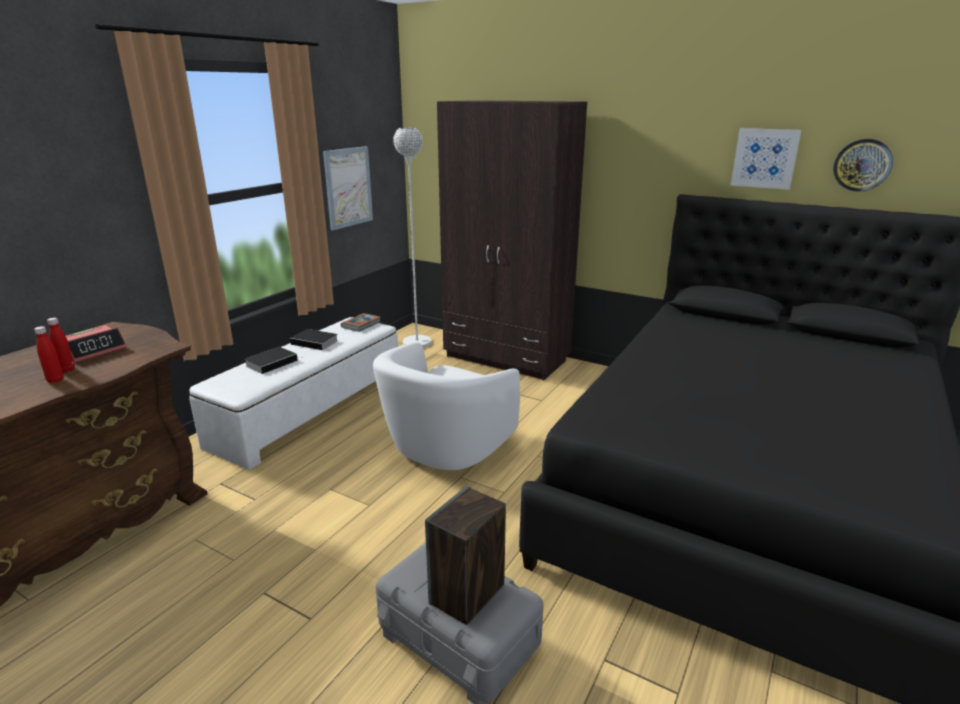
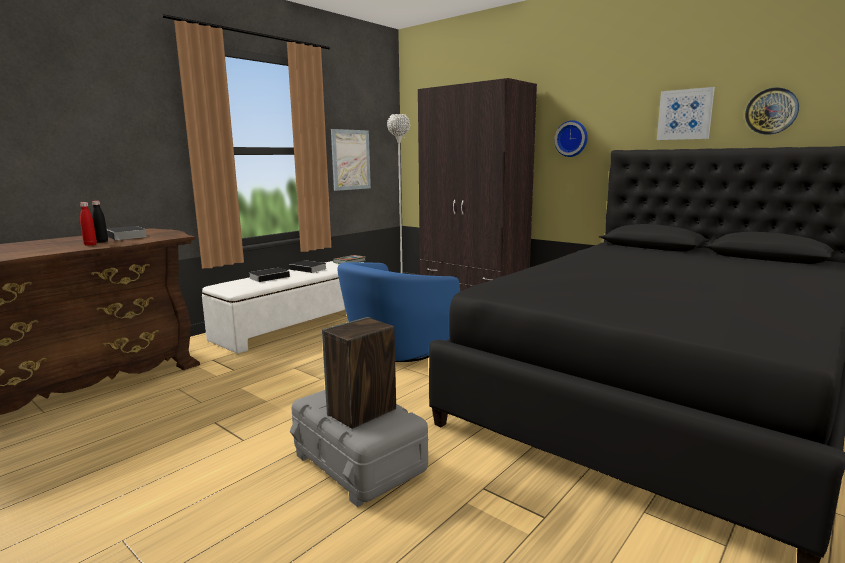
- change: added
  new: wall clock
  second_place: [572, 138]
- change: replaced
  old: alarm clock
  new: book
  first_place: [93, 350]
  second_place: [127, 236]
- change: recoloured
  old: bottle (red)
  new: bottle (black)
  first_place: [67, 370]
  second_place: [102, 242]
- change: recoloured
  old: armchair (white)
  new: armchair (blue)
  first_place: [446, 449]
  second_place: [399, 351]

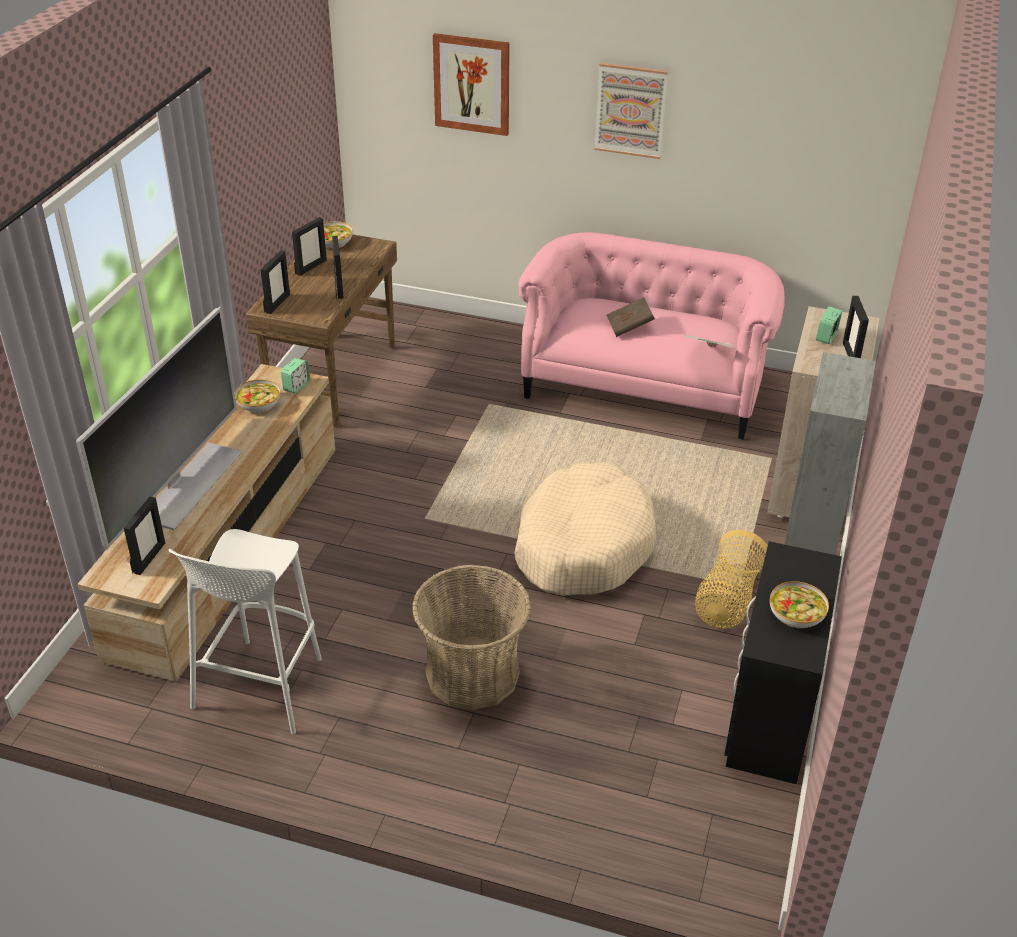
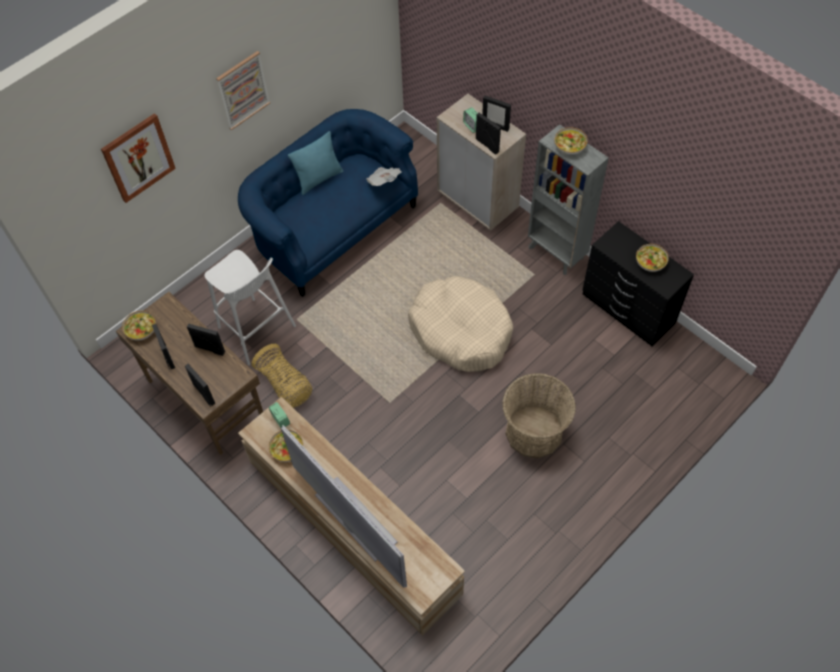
- change: removed
  old: book (brown)
  first_place: [629, 327]
- change: added
  new: pillow (turquoise)
  second_place: [319, 179]
- change: added
  new: bowl
  second_place: [570, 146]
- change: moved
  old: picture frame
  first_place: [149, 558]
  second_place: [486, 145]
- change: moved
  old: stool (white)
  first_place: [261, 687]
  second_place: [255, 330]
- change: moved
  old: basket
  first_place: [727, 600]
  second_place: [285, 385]
- change: recoloured
  old: sofa (pink)
  new: sofa (blue)
  first_place: [645, 385]
  second_place: [332, 227]

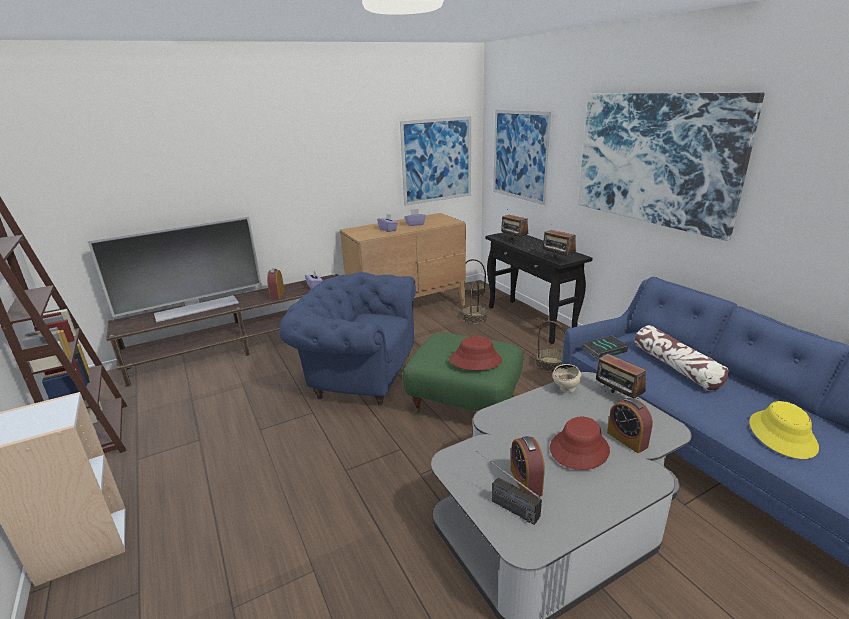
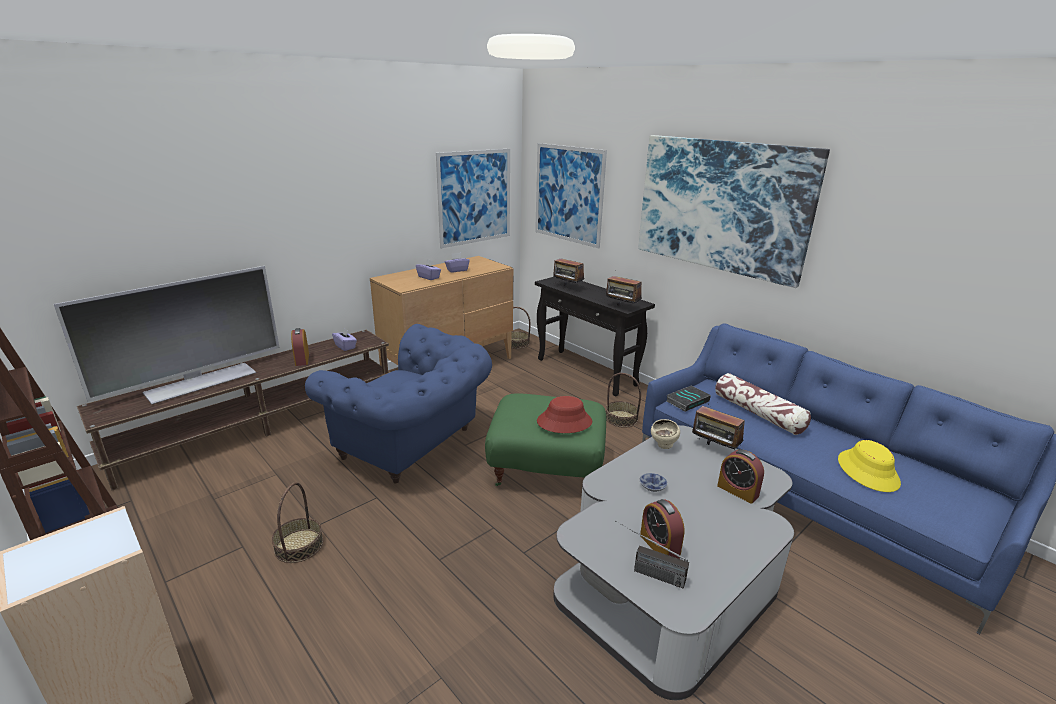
- change: removed
  old: hat (red)
  first_place: [579, 449]
- change: added
  new: bowl
  second_place: [653, 487]
- change: moved
  old: basket
  first_place: [474, 318]
  second_place: [299, 546]
- change: turned
  old: armchair (blue)
  first_place: [357, 374]
  second_place: [415, 447]
  degrees: -150

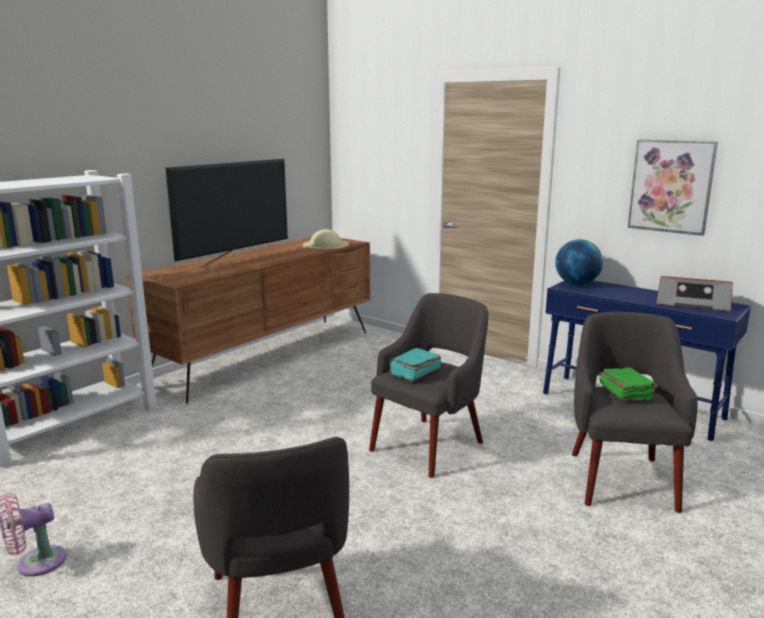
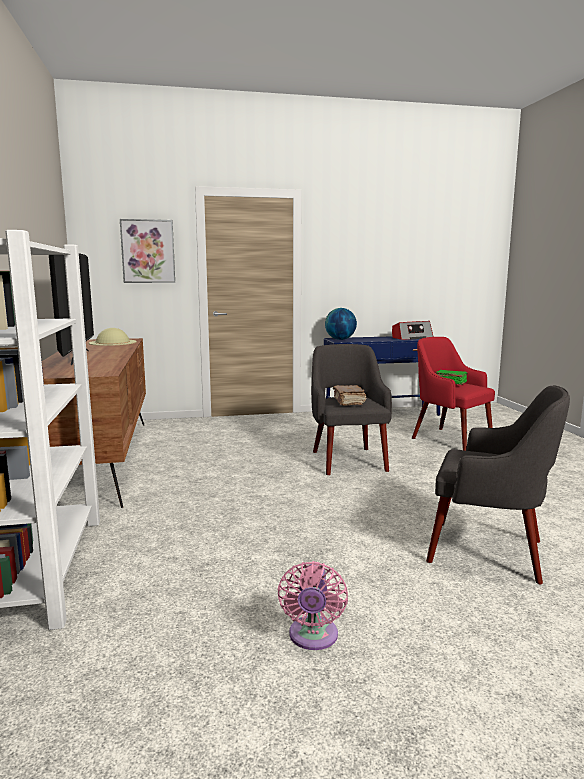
- change: moved
  old: picture
  first_place: [671, 186]
  second_place: [148, 251]
- change: recoloured
  old: book (turquoise)
  new: book (brown)
  first_place: [414, 373]
  second_place: [348, 401]
- change: recoloured
  old: armchair (grey)
  new: armchair (red)
  first_place: [621, 479]
  second_place: [450, 439]

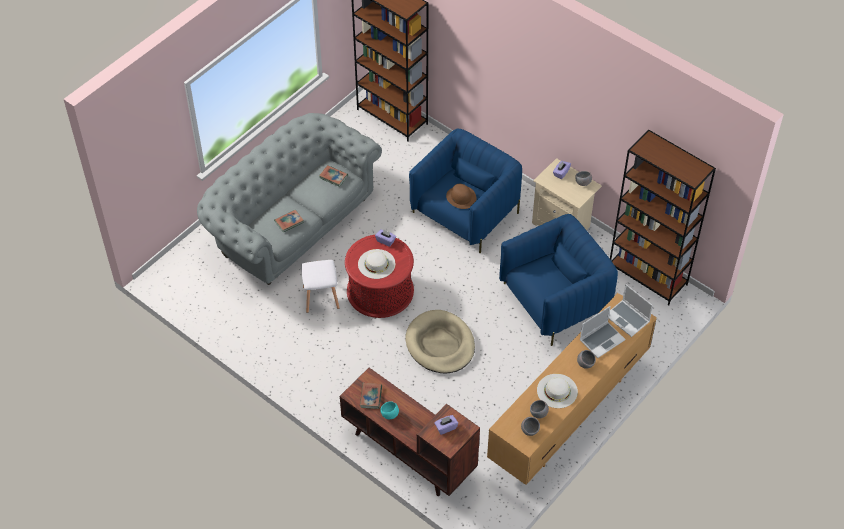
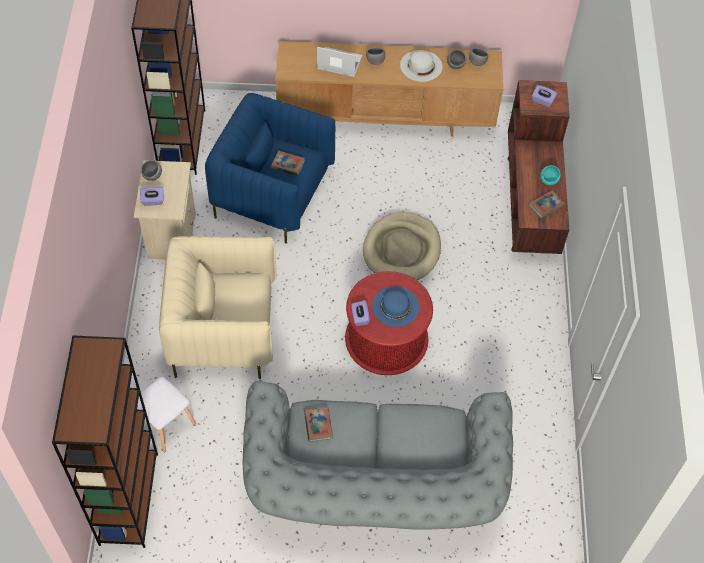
- change: removed
  old: hat (brown)
  first_place: [461, 197]
- change: removed
  old: laptop
  first_place: [628, 319]
- change: moved
  old: book
  first_place: [289, 222]
  second_place: [288, 165]
- change: moved
  old: stool (white)
  first_place: [320, 297]
  second_place: [165, 425]
- change: recoloured
  old: hat (white)
  new: hat (blue)
  first_place: [376, 264]
  second_place: [395, 306]
- change: recoloured
  old: armchair (blue)
  new: armchair (beige)
  first_place: [465, 213]
  second_place: [221, 329]

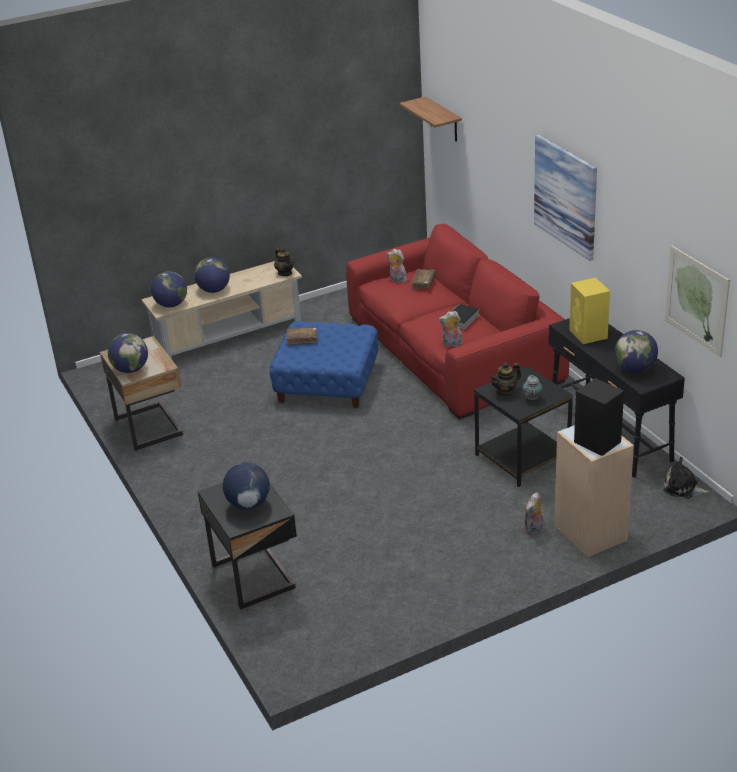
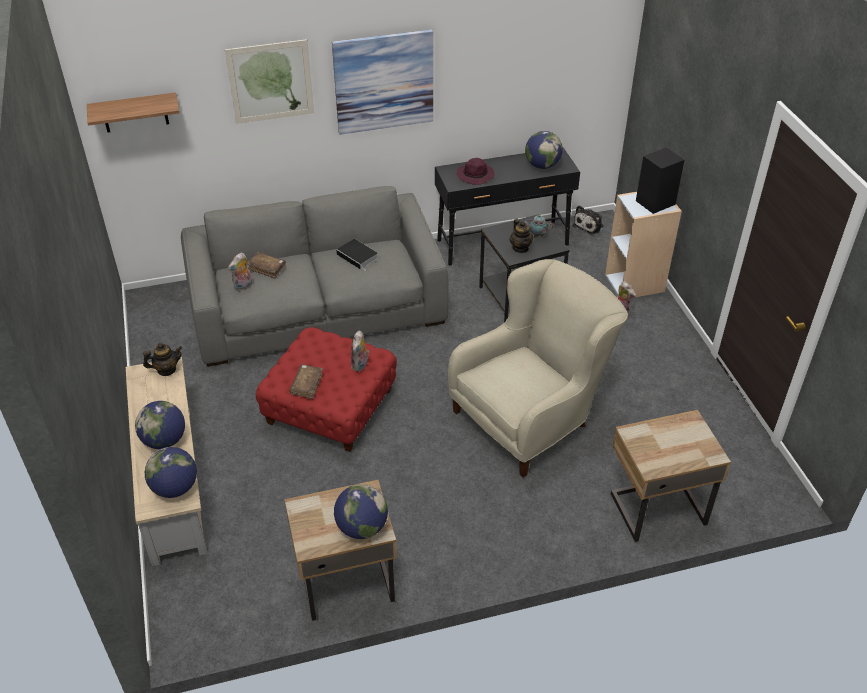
- change: removed
  old: globe
  first_place: [248, 504]
- change: added
  new: armchair (beige)
  second_place: [531, 417]
- change: moved
  old: plush toy
  first_place: [451, 344]
  second_place: [360, 365]
- change: moved
  old: picture
  first_place: [696, 300]
  second_place: [270, 81]
- change: replaced
  old: speaker (yellow)
  new: hat (purple)
  first_place: [588, 334]
  second_place: [476, 175]
- change: recoloured
  old: nightstand (black)
  new: nightstand (beige)
  first_place: [255, 576]
  second_place: [656, 507]
- change: recoloured
  old: ottoman (blue)
  new: ottoman (red)
  first_place: [327, 382]
  second_place: [330, 406]
- change: recoloured
  old: sofa (red)
  new: sofa (grey)
  first_place: [454, 349]
  second_place: [317, 303]

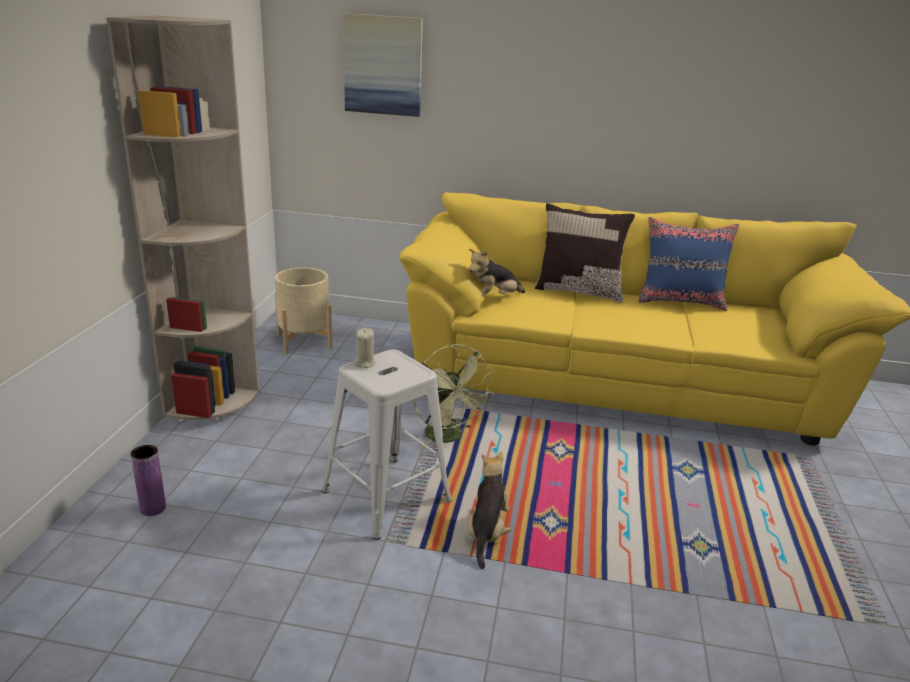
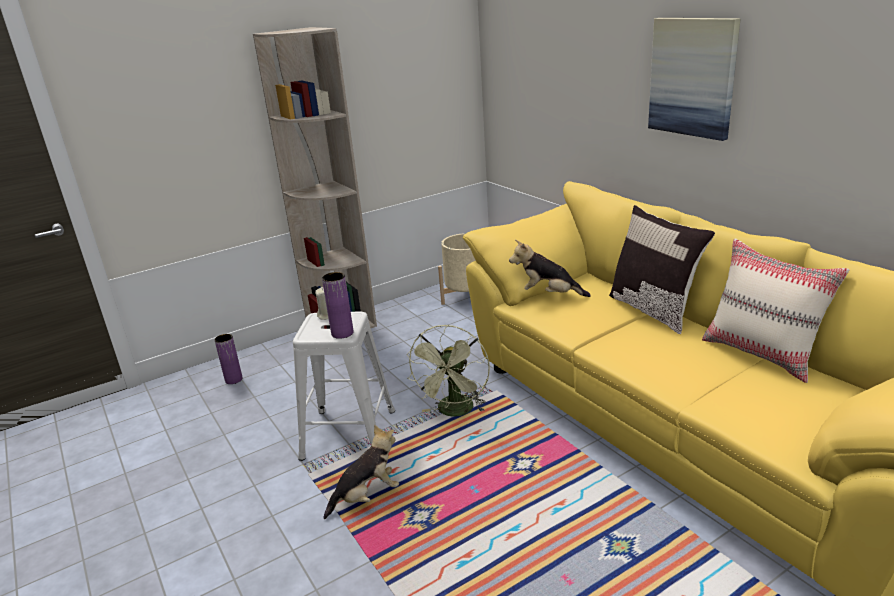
- change: added
  new: vase (purple)
  second_place: [342, 333]
- change: moved
  old: picture
  first_place: [383, 65]
  second_place: [692, 77]
- change: recoloured
  old: pillow (blue)
  new: pillow (beige)
  first_place: [680, 301]
  second_place: [762, 354]

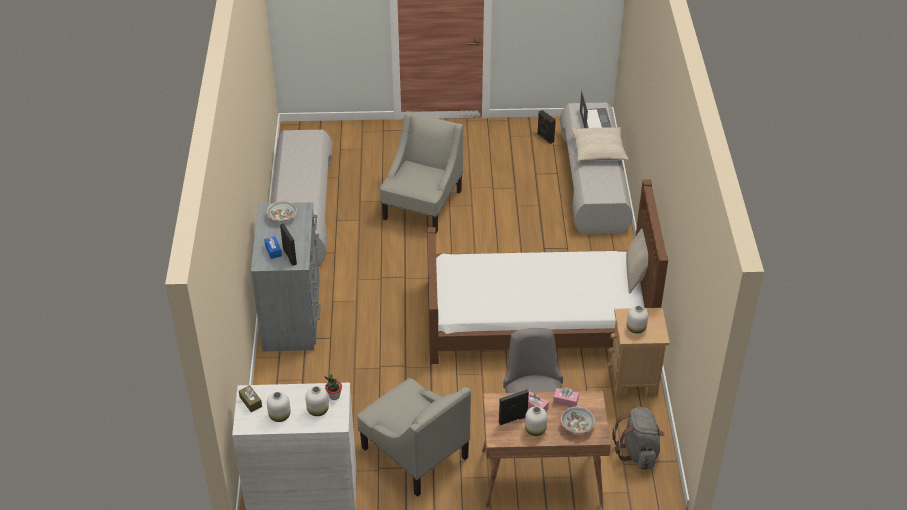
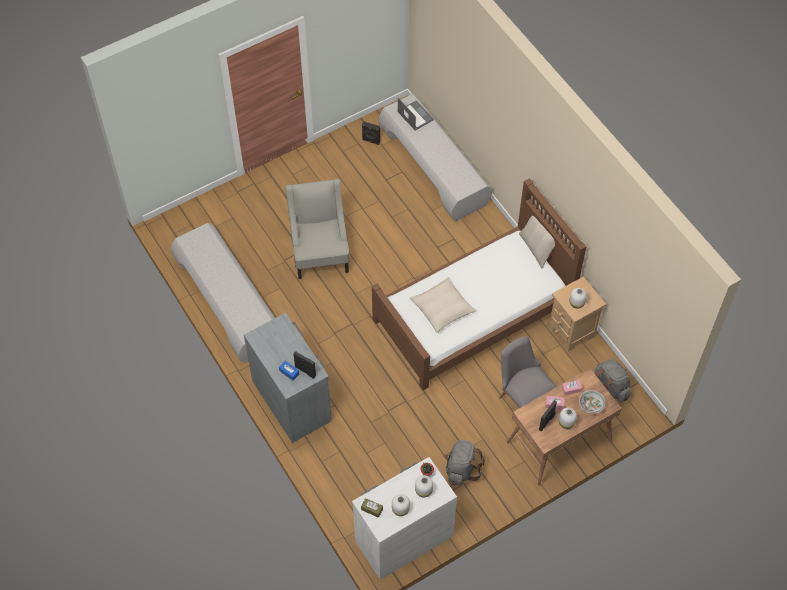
- change: removed
  old: bowl
  first_place: [282, 217]
- change: moved
  old: pillow (beige)
  first_place: [598, 150]
  second_place: [442, 308]
- change: replaced
  old: armchair (grey)
  new: backpack (grey)
  first_place: [413, 453]
  second_place: [461, 469]

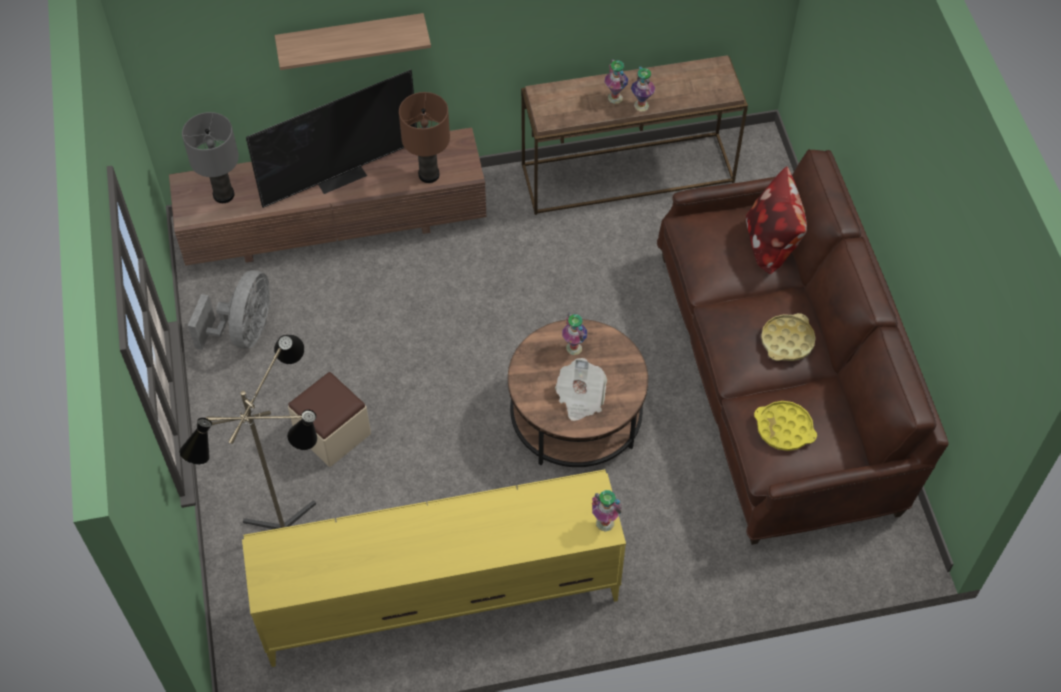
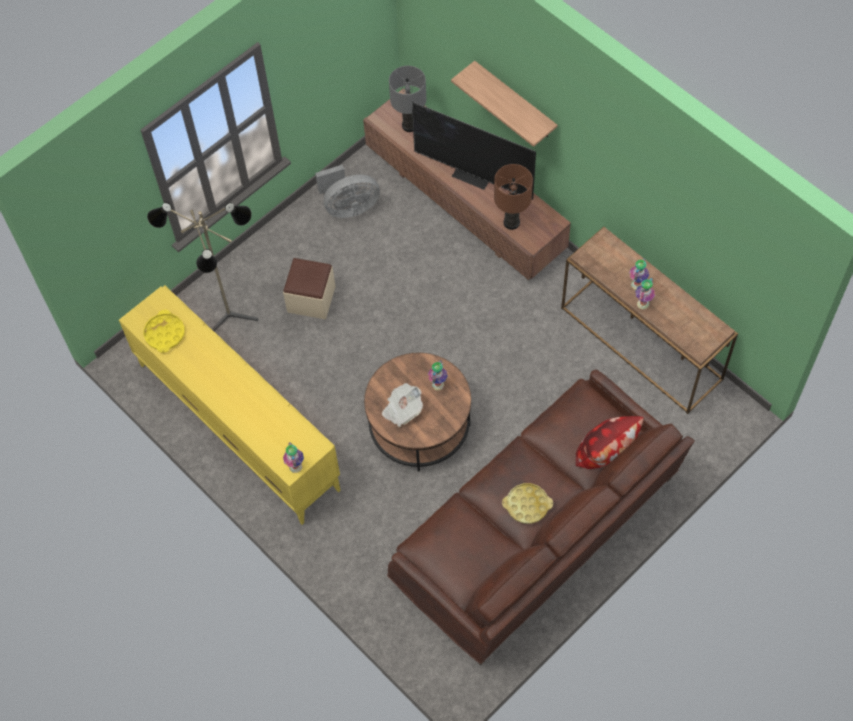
- change: moved
  old: tray (yellow)
  first_place: [784, 429]
  second_place: [164, 334]

